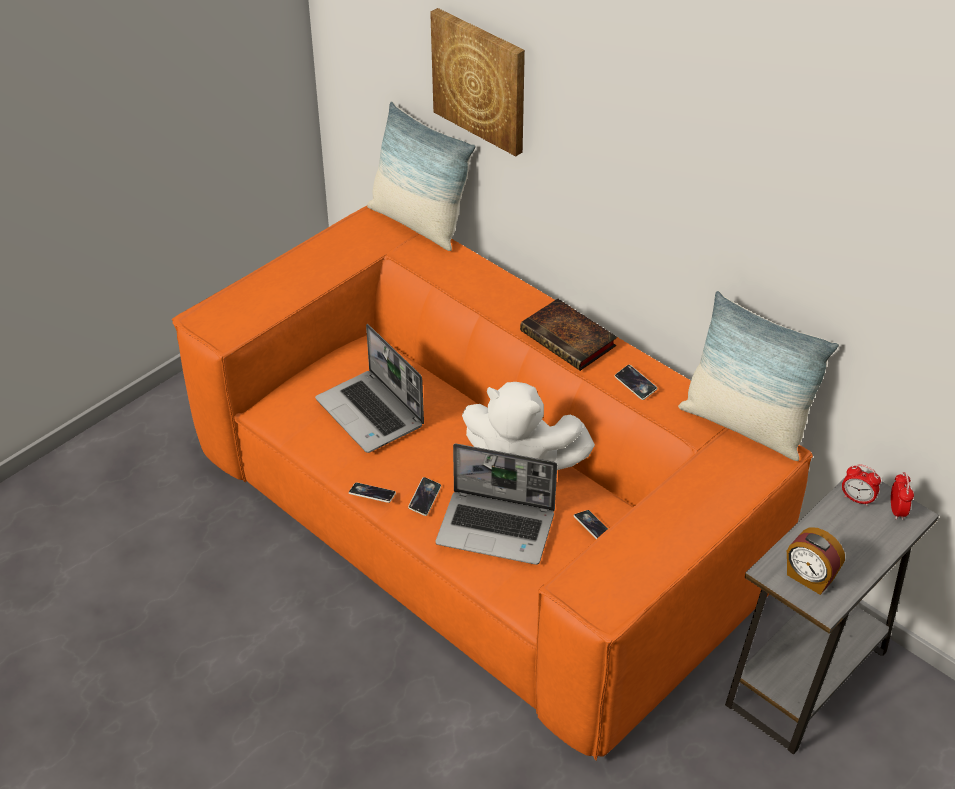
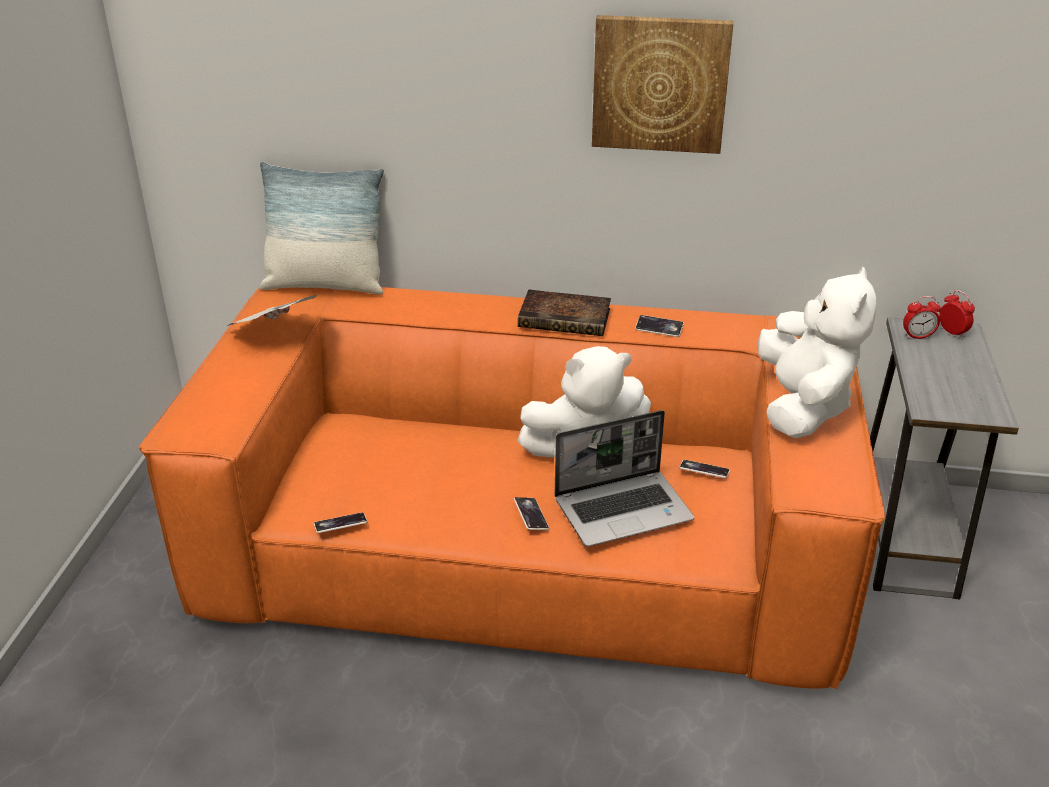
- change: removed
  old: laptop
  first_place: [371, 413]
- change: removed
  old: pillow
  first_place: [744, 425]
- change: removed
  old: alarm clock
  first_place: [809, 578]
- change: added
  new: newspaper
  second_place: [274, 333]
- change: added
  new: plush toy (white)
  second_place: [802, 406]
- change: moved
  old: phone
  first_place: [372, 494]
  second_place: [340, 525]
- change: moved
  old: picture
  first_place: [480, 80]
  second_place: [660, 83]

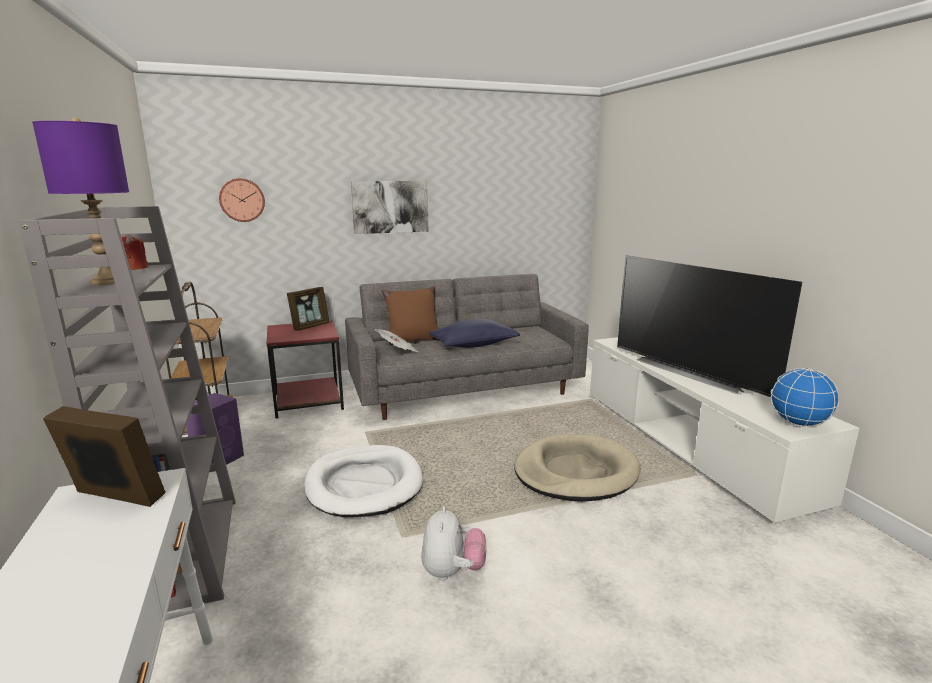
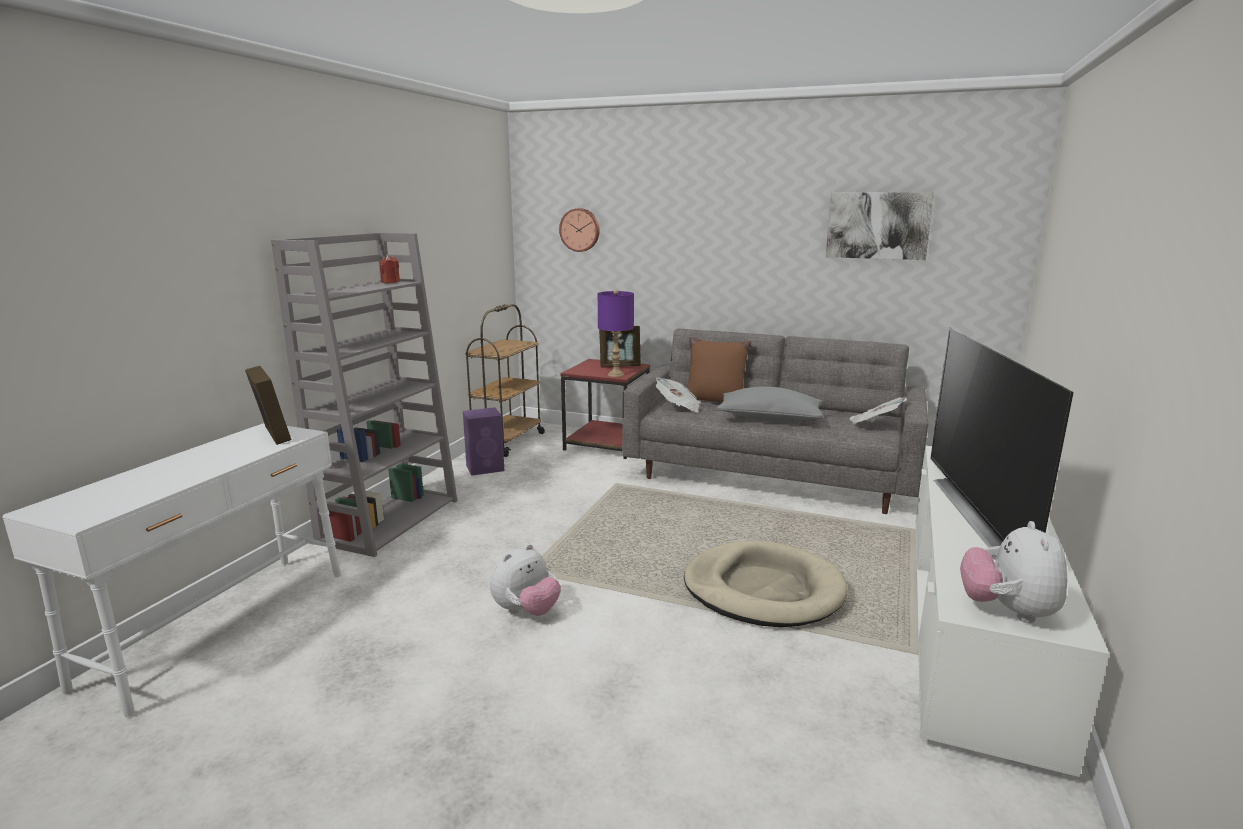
- change: removed
  old: dog bed (white)
  first_place: [364, 484]
- change: added
  new: newspaper
  second_place: [874, 424]
- change: moved
  old: table lamp (purple)
  first_place: [108, 281]
  second_place: [616, 375]
- change: moved
  old: picture
  first_place: [390, 207]
  second_place: [878, 225]
- change: replaced
  old: globe
  new: plush toy
  first_place: [799, 423]
  second_place: [1007, 611]
- change: recoloured
  old: pillow (blue)
  new: pillow (grey)
  first_place: [474, 345]
  second_place: [769, 419]

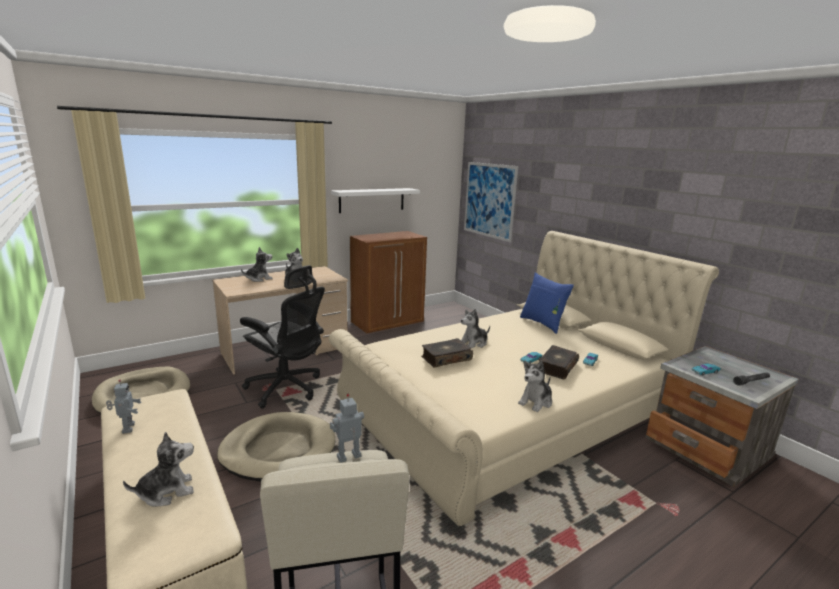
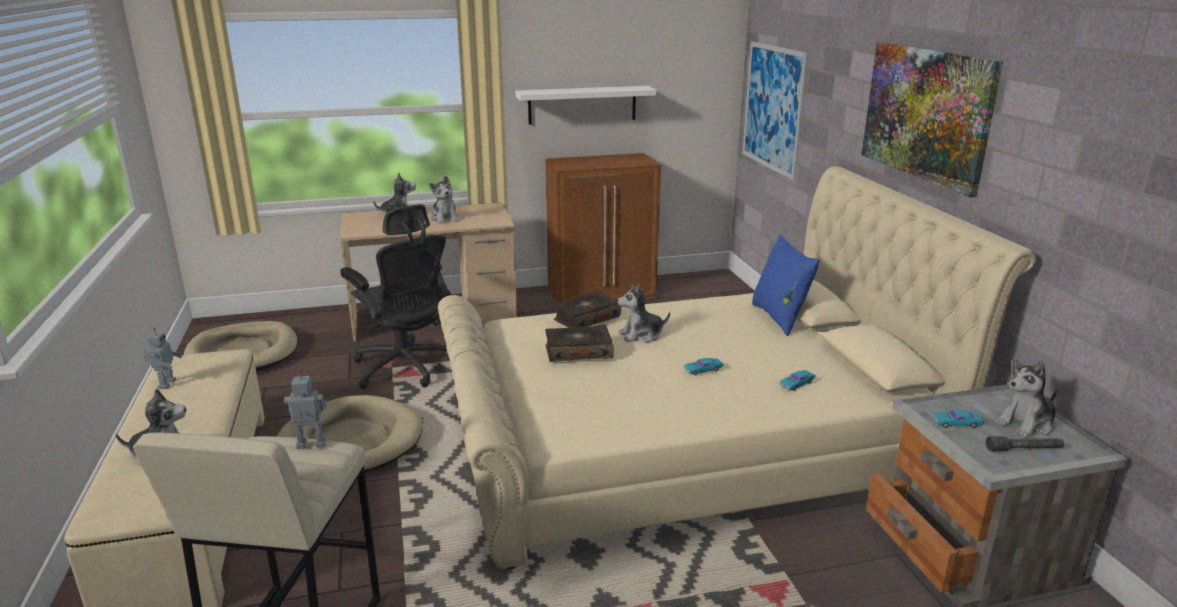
- change: added
  new: picture
  second_place: [926, 113]
- change: moved
  old: plush toy
  first_place: [536, 402]
  second_place: [1026, 424]
- change: moved
  old: book
  first_place: [556, 367]
  second_place: [586, 318]

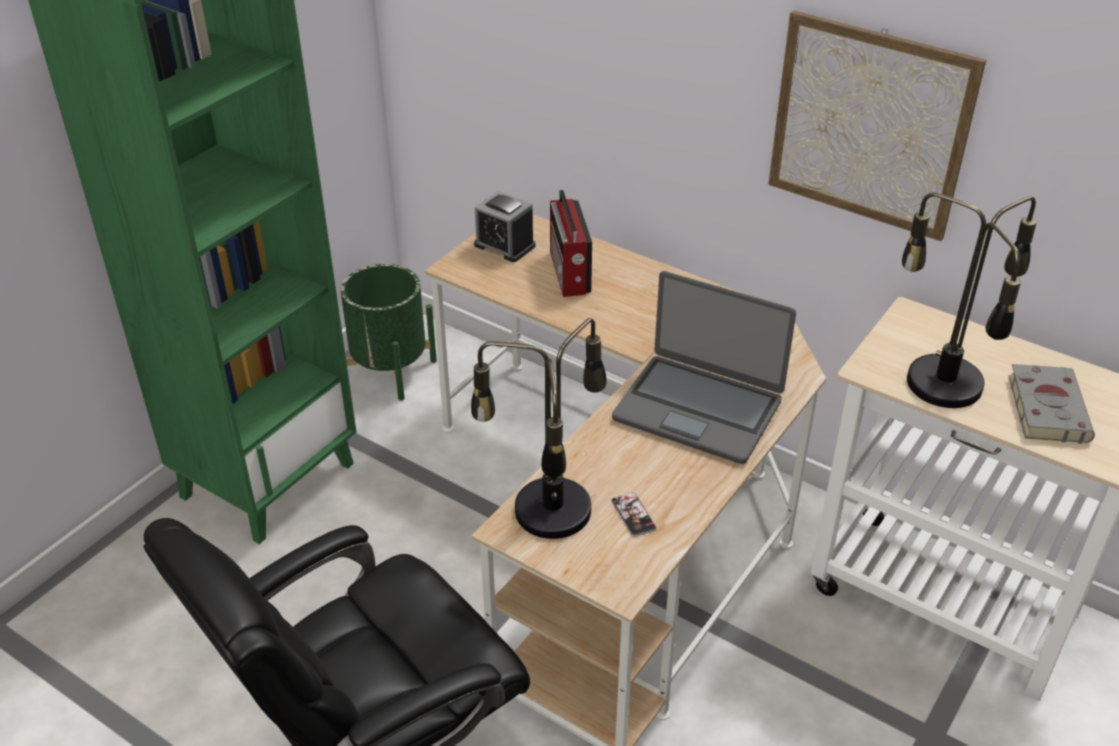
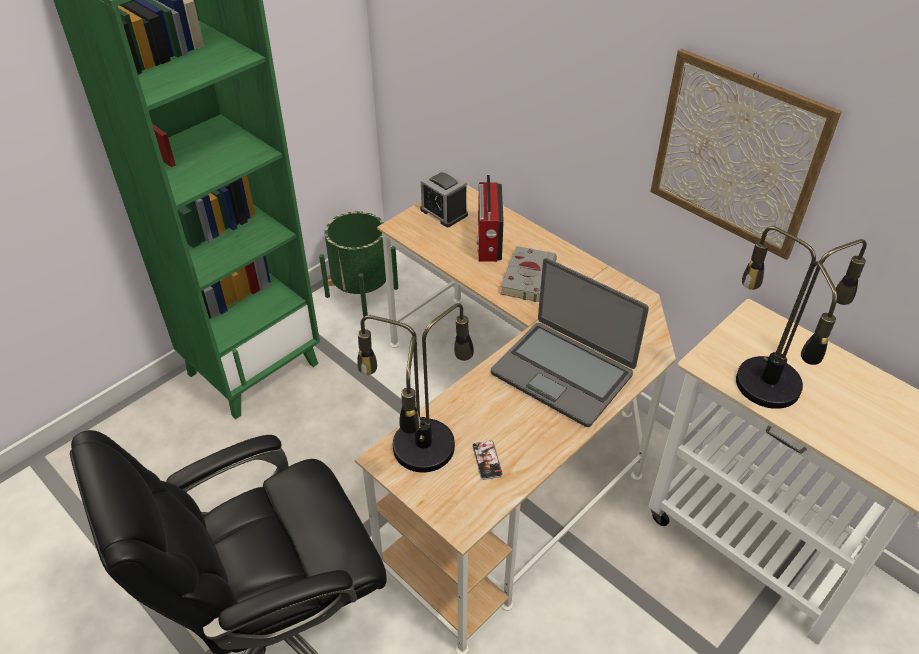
- change: moved
  old: book (grey)
  first_place: [1046, 406]
  second_place: [528, 276]

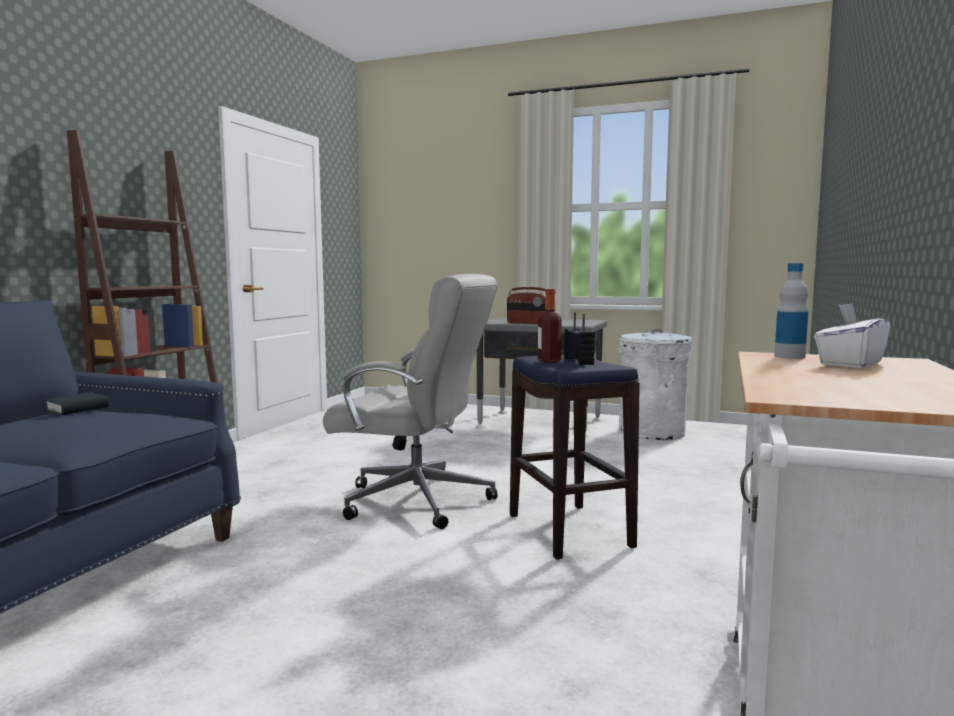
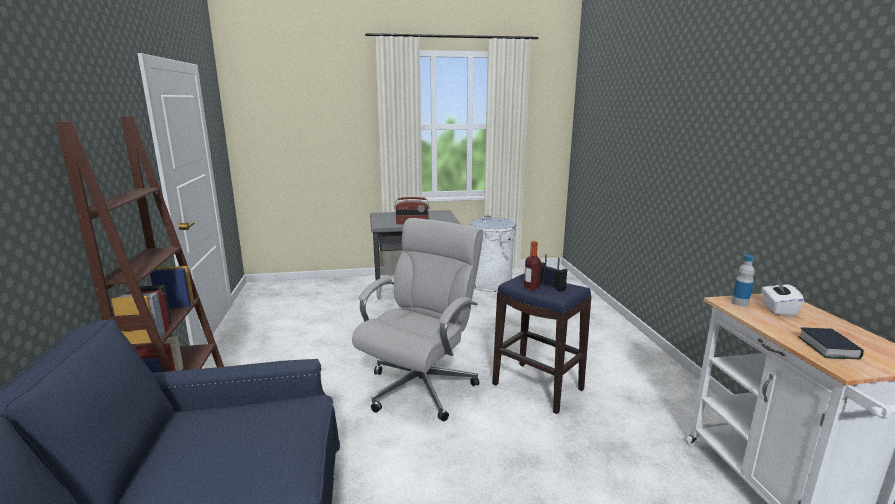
- change: moved
  old: book
  first_place: [77, 409]
  second_place: [828, 348]
- change: turned
  old: office chair (grey)
  first_place: [416, 500]
  second_place: [420, 388]
  degrees: -45

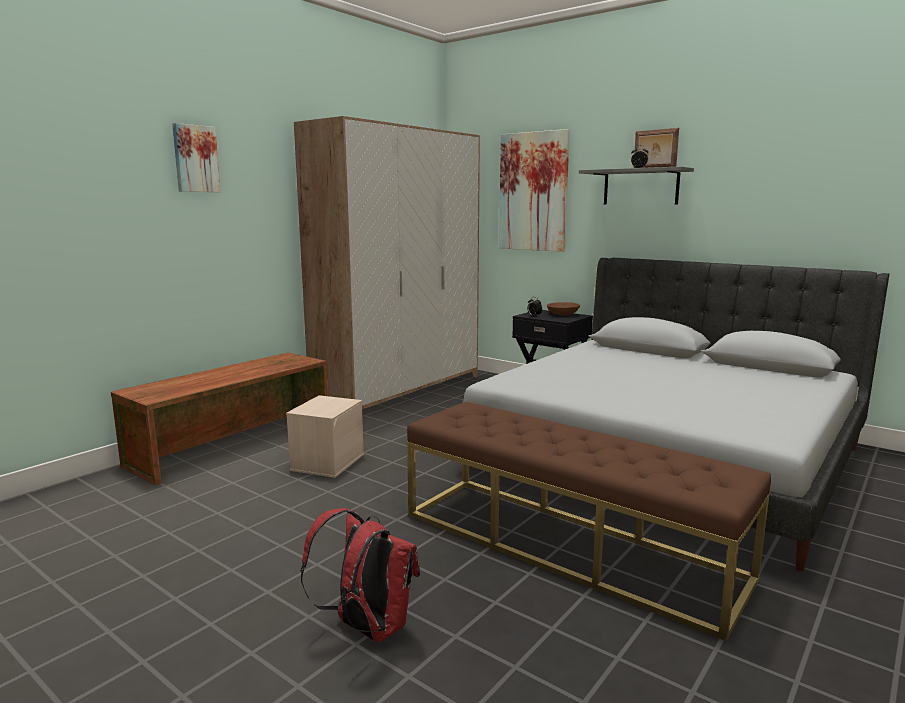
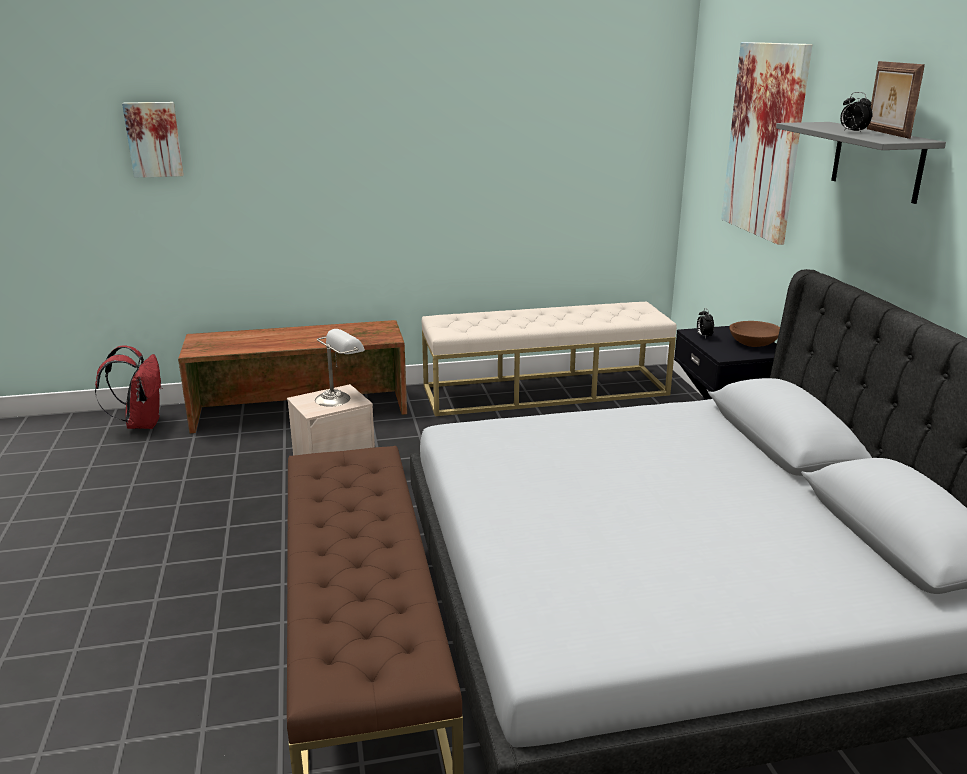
- change: added
  new: table lamp (white)
  second_place: [339, 397]
- change: moved
  old: picture
  first_place: [195, 159]
  second_place: [154, 139]
- change: moved
  old: backpack (red)
  first_place: [366, 628]
  second_place: [141, 424]
- change: replaced
  old: wardrobe (white)
  new: bench (beige)
  first_place: [400, 390]
  second_place: [545, 390]

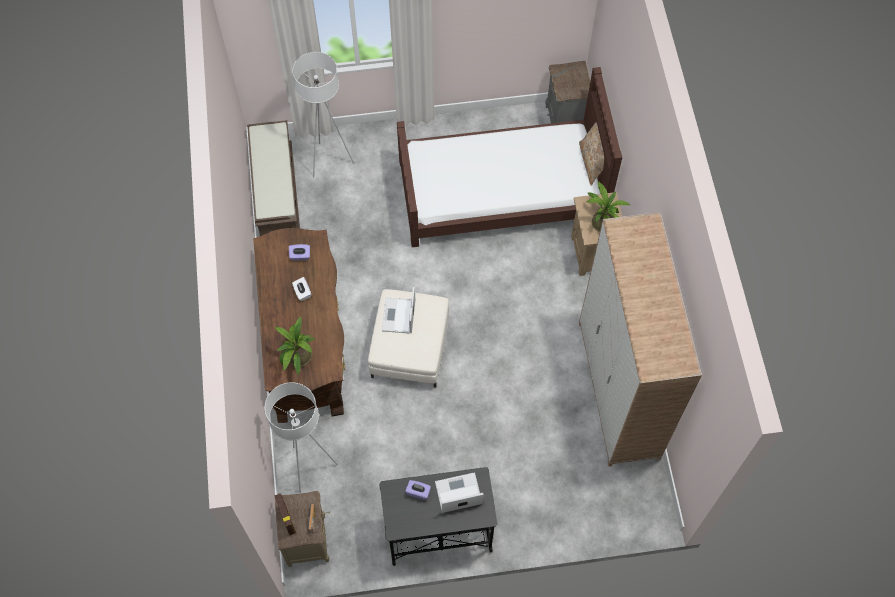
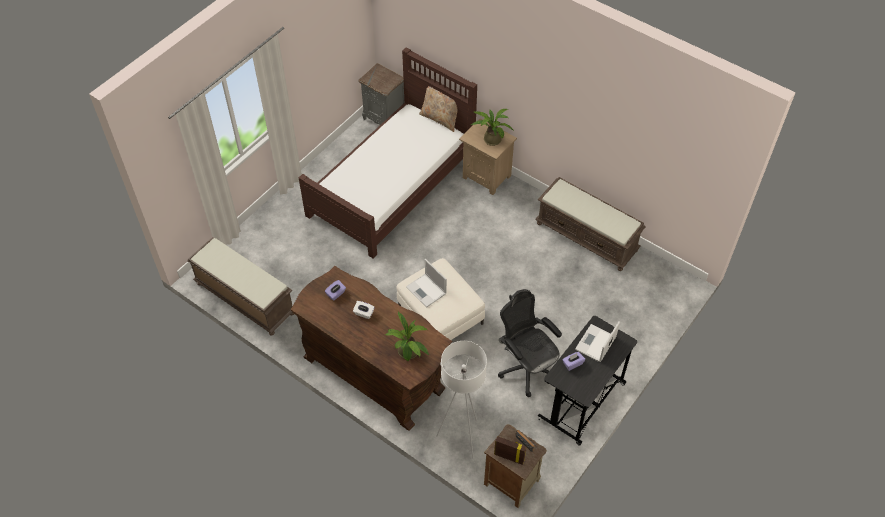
- change: removed
  old: floor lamp (white)
  first_place: [329, 161]
- change: added
  new: office chair
  second_place: [526, 367]
- change: replaced
  old: wardrobe (white)
  new: bench (brown)
  first_place: [619, 390]
  second_place: [587, 237]

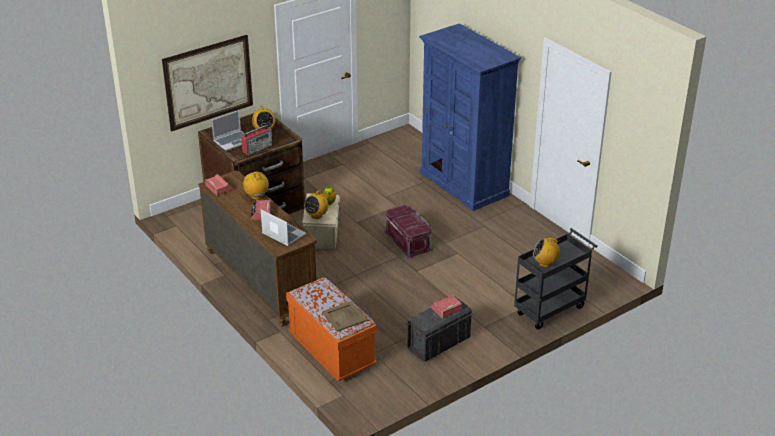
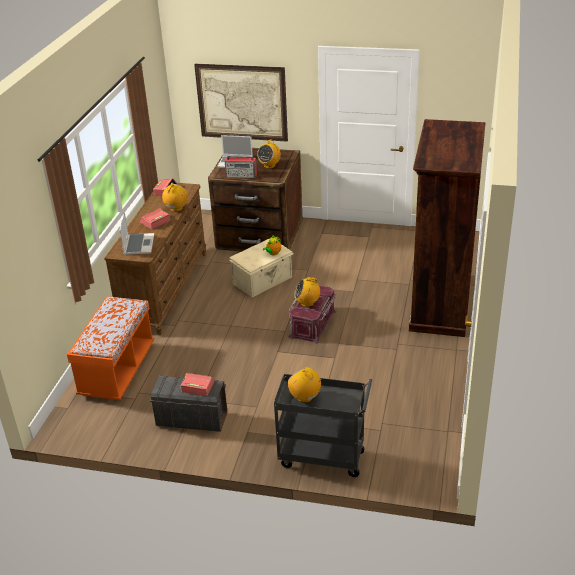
- change: removed
  old: tray (beige)
  first_place: [344, 316]
- change: moved
  old: radio
  first_place: [317, 215]
  second_place: [307, 303]
- change: recoloured
  old: wardrobe (blue)
  new: wardrobe (brown)
  first_place: [463, 184]
  second_place: [440, 304]

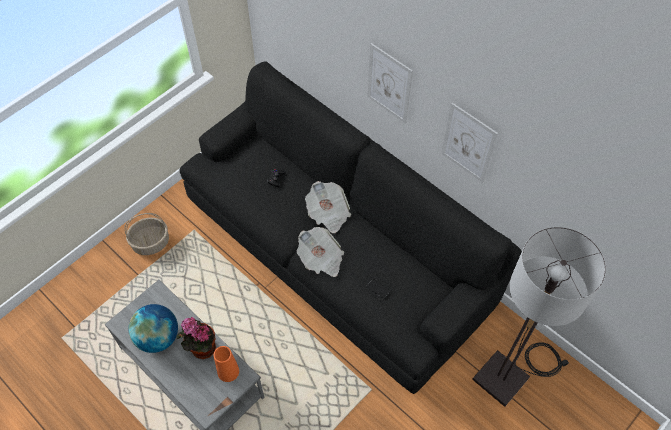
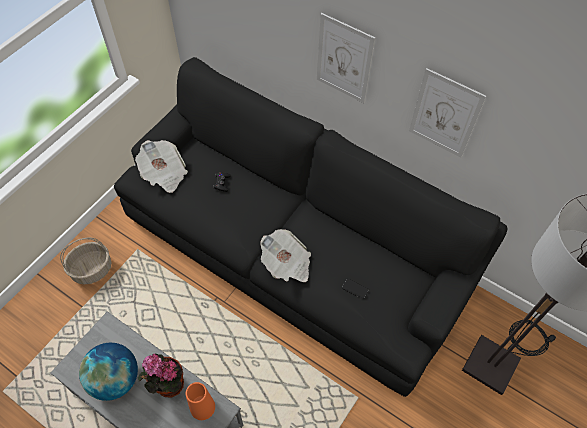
- change: moved
  old: newspaper
  first_place: [328, 213]
  second_place: [164, 174]

